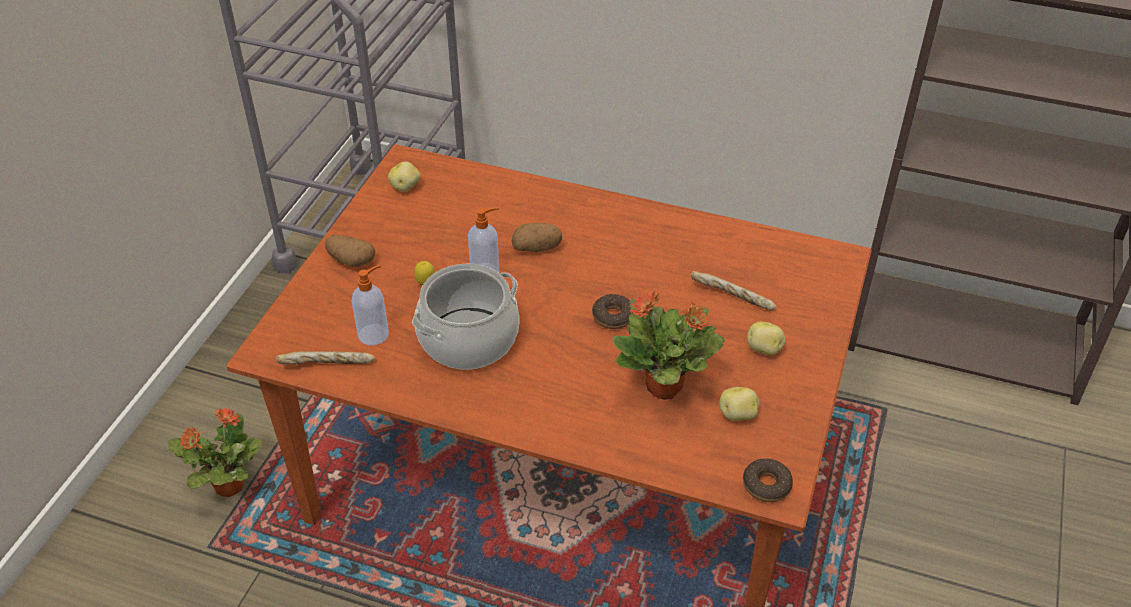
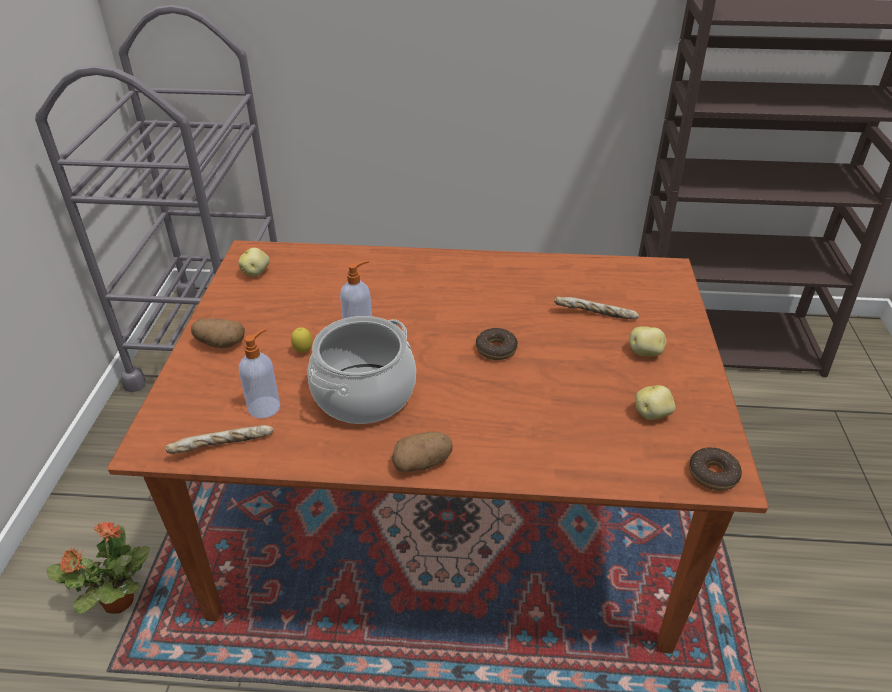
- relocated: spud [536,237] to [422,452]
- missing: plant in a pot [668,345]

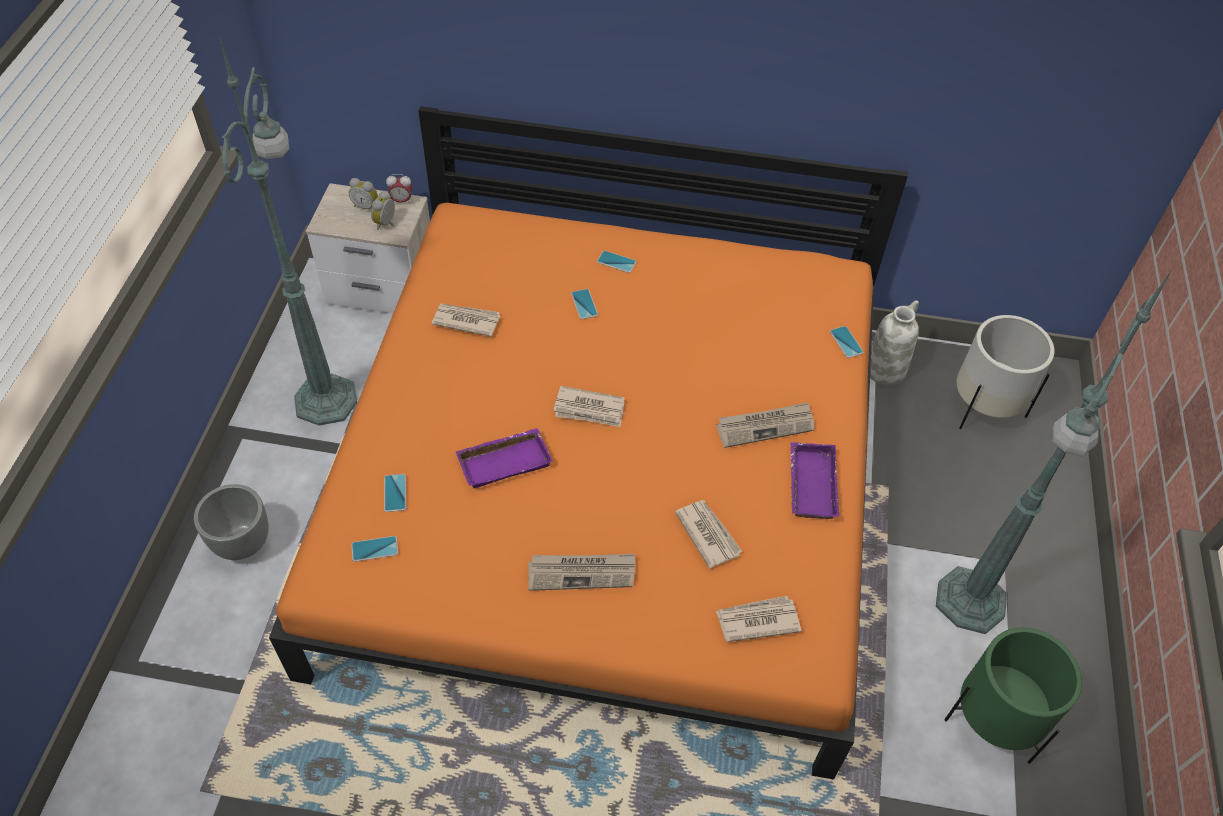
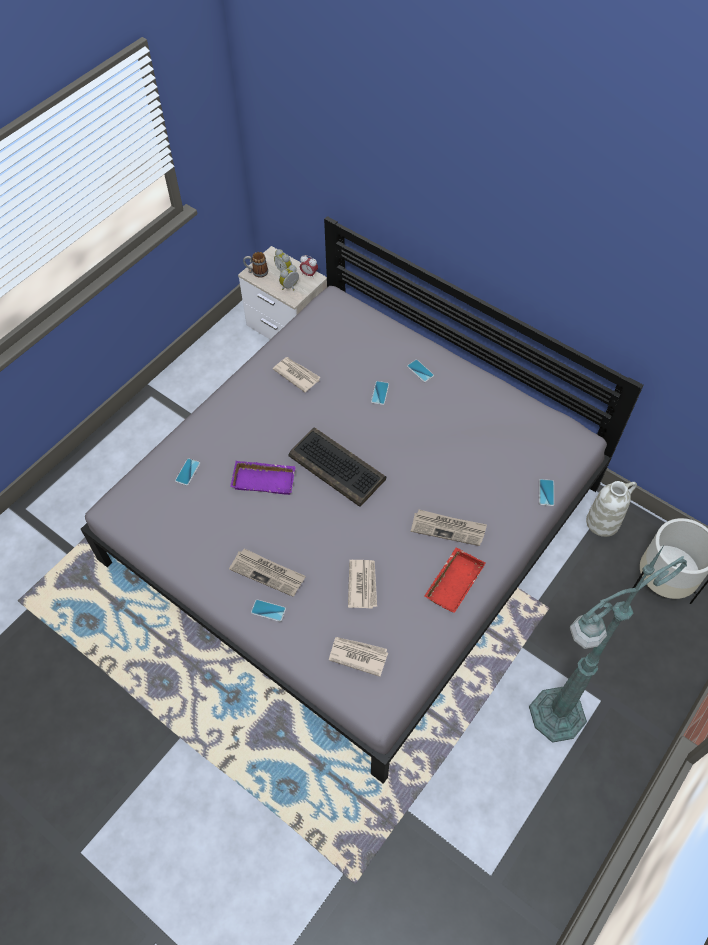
- missing: gray flower pot [231,522]
- missing: green-coloured floor lamp [287,229]
- colour: orangey sleeping bed [588,443] to gray sleeping bed [362,500]
- relocated: handset [374,549] to [268,610]
- exchanged: newspaper [589,406] to keyboard [337,467]
- colour: purple-coloured carrying tray [815,480] to red carrying tray [454,580]
- missing: green-coloured flower pot [1013,696]
- appeared: coffee mug [255,265]

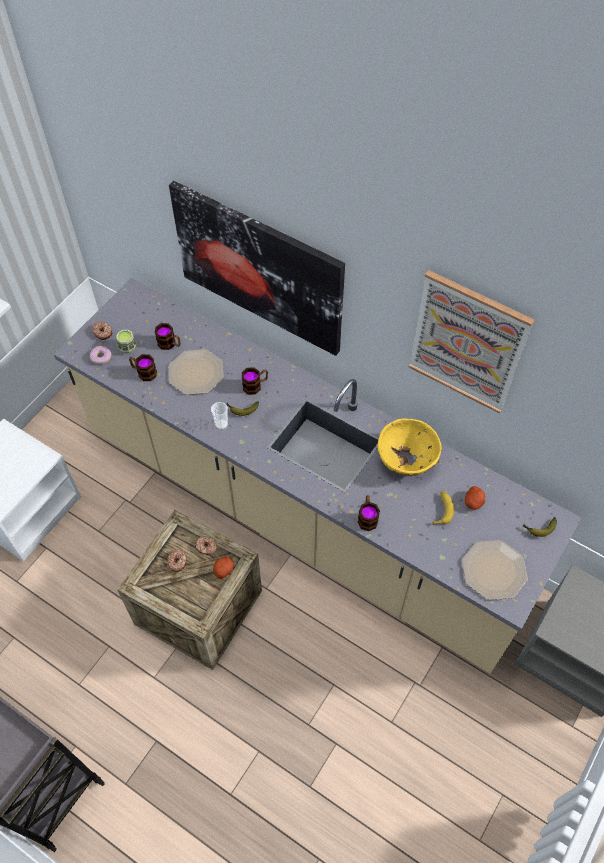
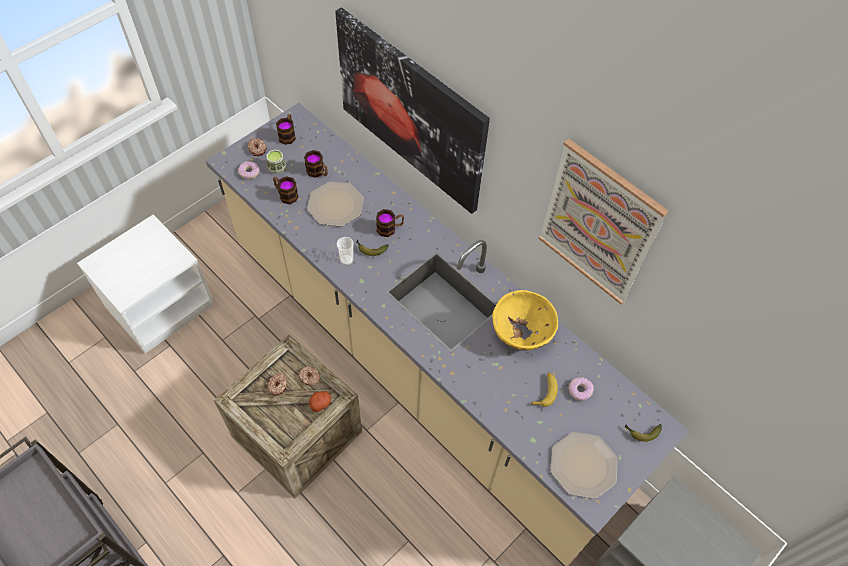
- relocated: coffee mug [369,513] to [286,129]
- exchanged: spud [475,498] to ring doughnut [581,389]

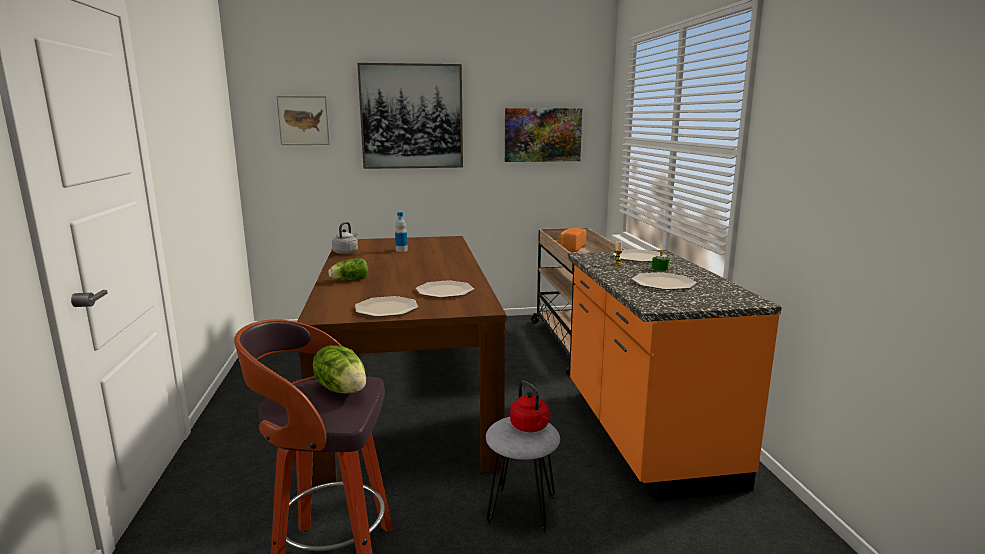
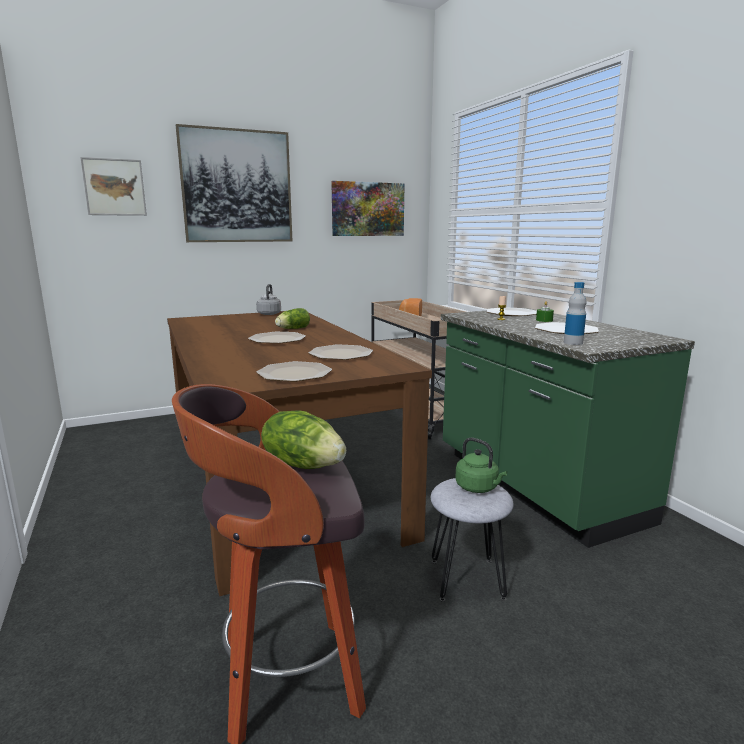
- relocated: lettuce [348,269] to [292,318]
- relocated: gray water kettle [345,238] to [268,299]
- relocated: beverage bottle [401,232] to [575,313]
- colour: red water kettle [529,406] to green-coloured water kettle [481,465]
- colour: orangey kitchen base unit [675,375] to green-coloured kitchen base unit [568,428]
- appeared: plate [277,338]

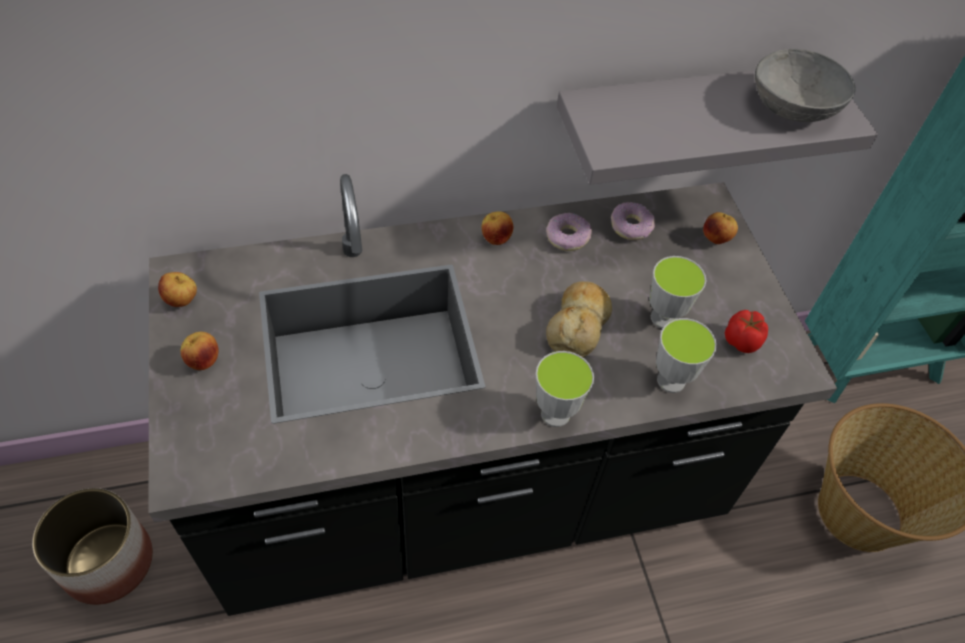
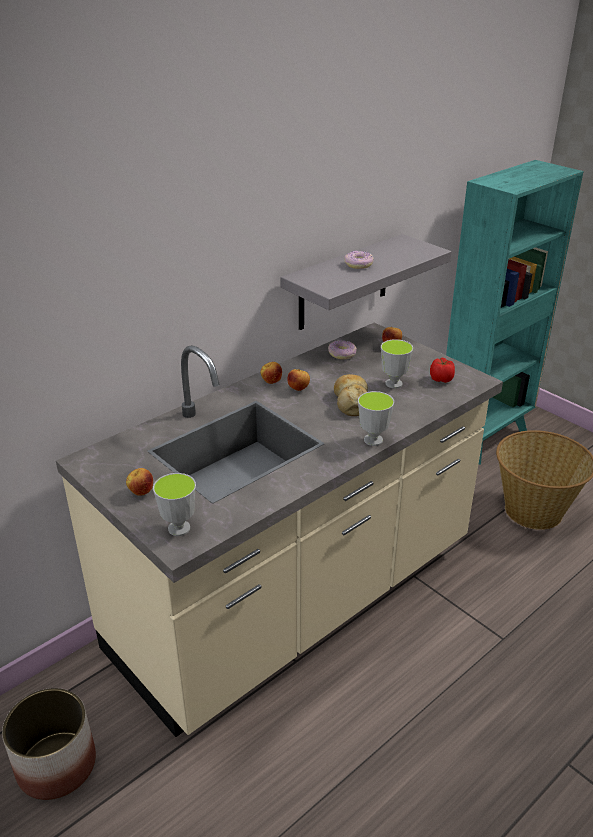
- colour: black-coloured kitchen base unit [493,395] to beige-coloured kitchen base unit [279,529]
- relocated: apple [177,289] to [298,380]
- relocated: ring doughnut [569,232] to [359,260]
- relocated: cup [686,355] to [174,504]
- missing: gray bowl [805,85]

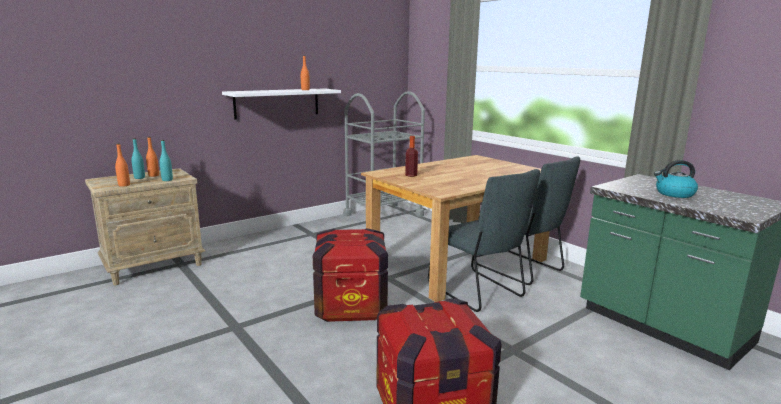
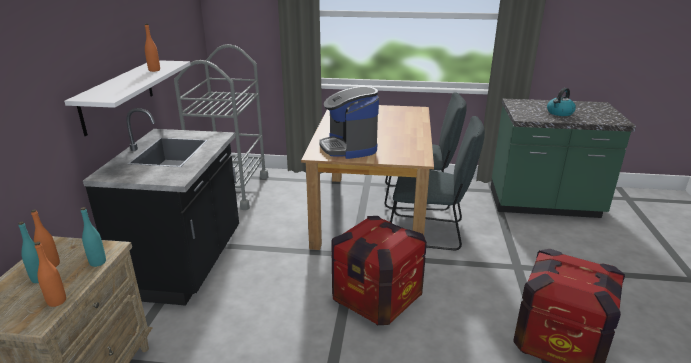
- exchanged: beverage bottle [411,156] to coffee machine [349,122]
- appeared: black-coloured kitchen base unit [161,207]

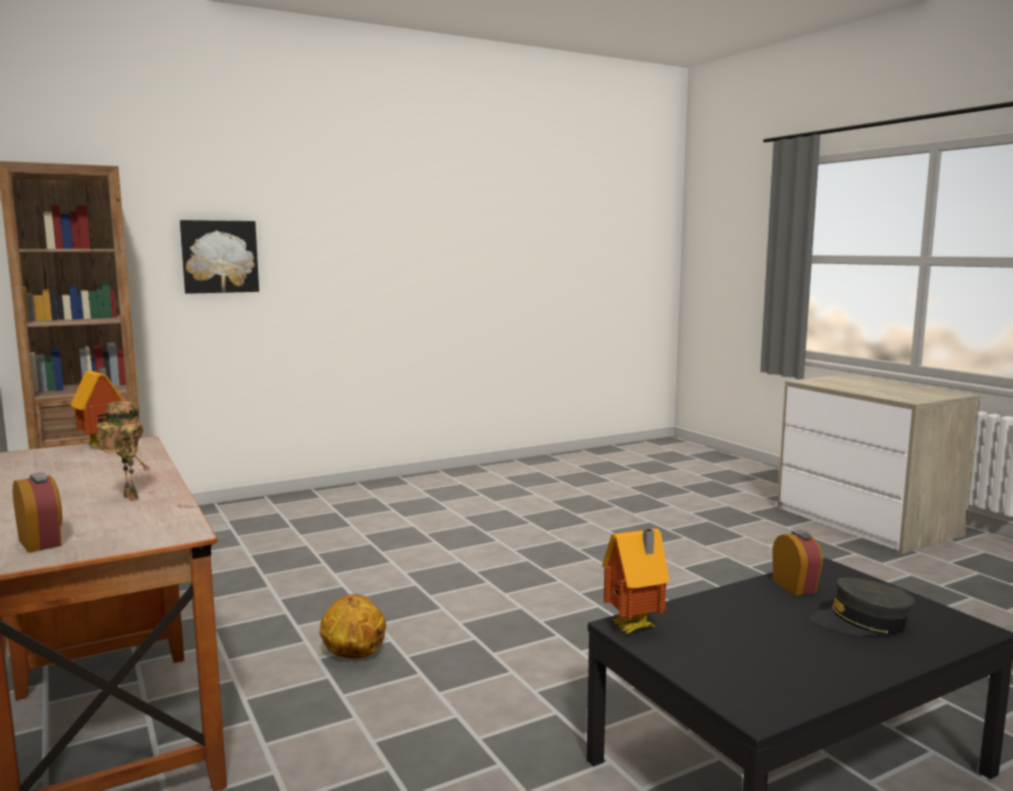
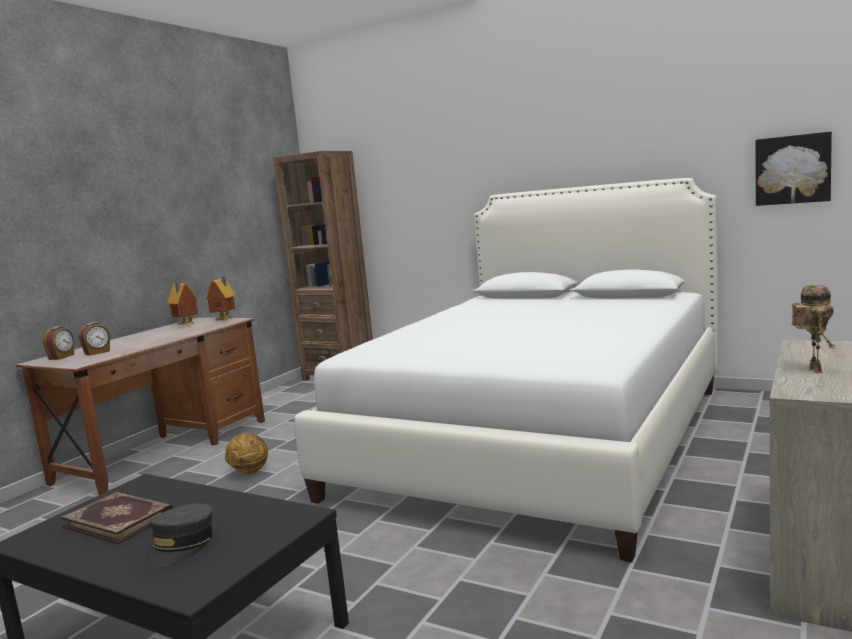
- relocated: robot figure [123,451] to [813,329]
- relocated: picture [219,257] to [793,169]
- relocated: miniature house [636,581] to [183,304]
- relocated: bedside clock [797,563] to [94,339]
- spun: gray cap [862,606] = [178,536] 135 degrees counterclockwise
- appeared: volume [117,518]
- appeared: white-coloured sleeping bed [506,370]

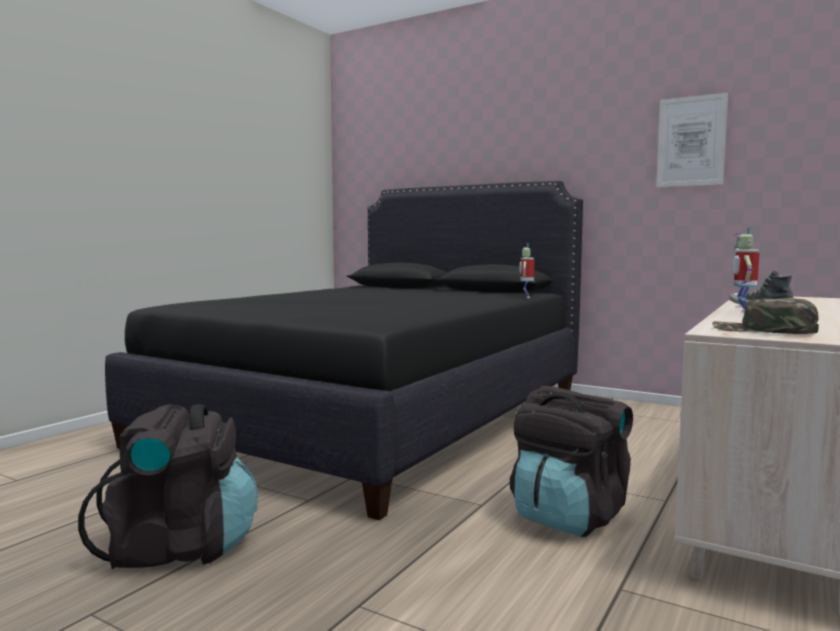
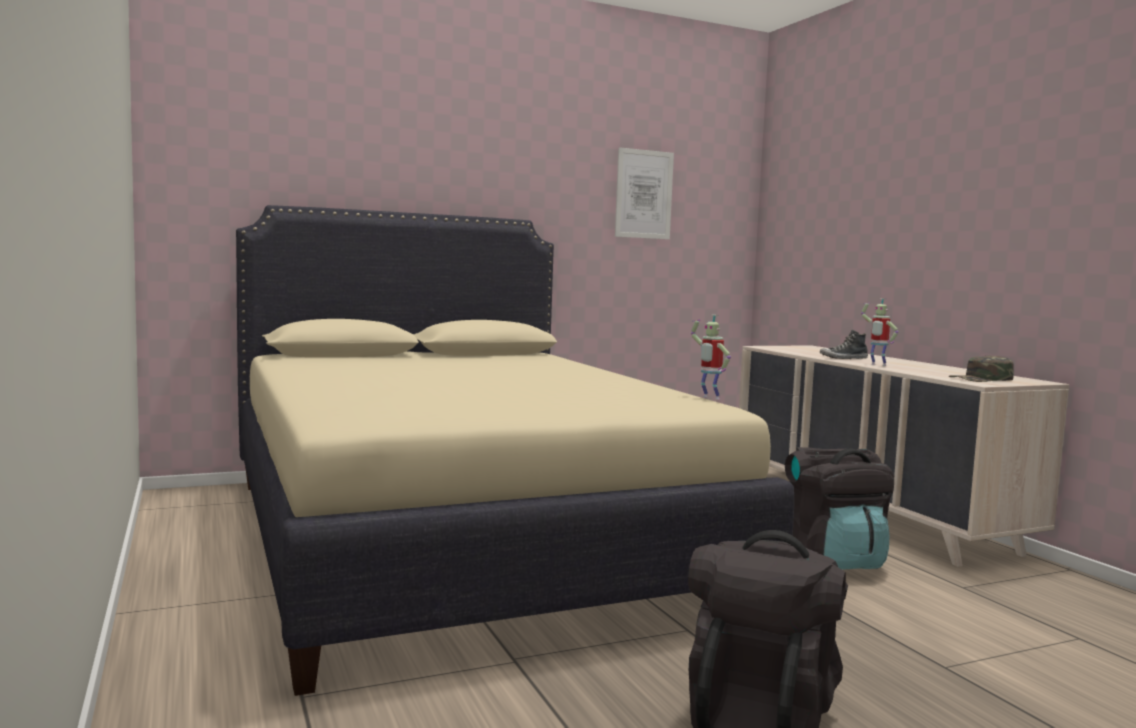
- colour: black-coloured sleeping bed [344,350] to beige-coloured sleeping bed [515,450]
- relocated: robot figure [526,270] to [711,357]

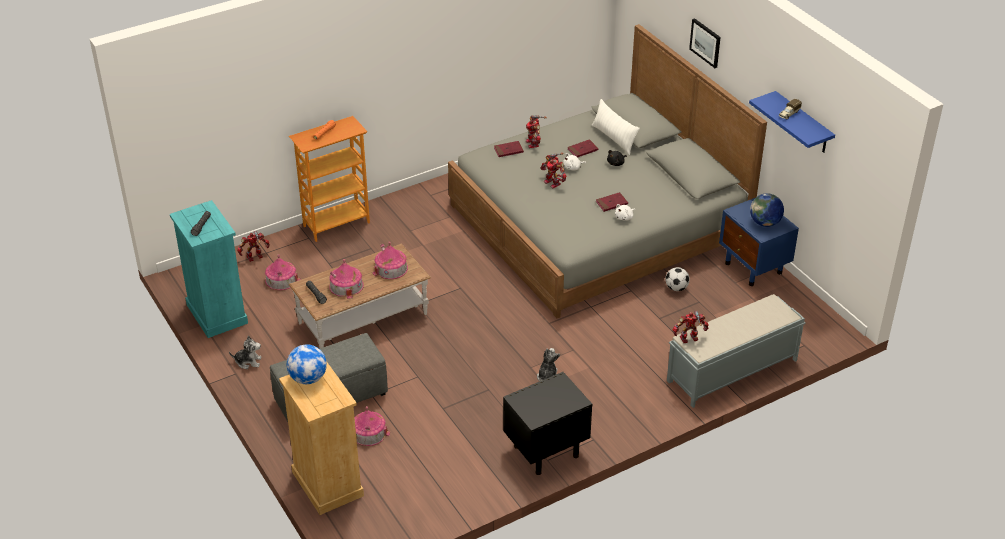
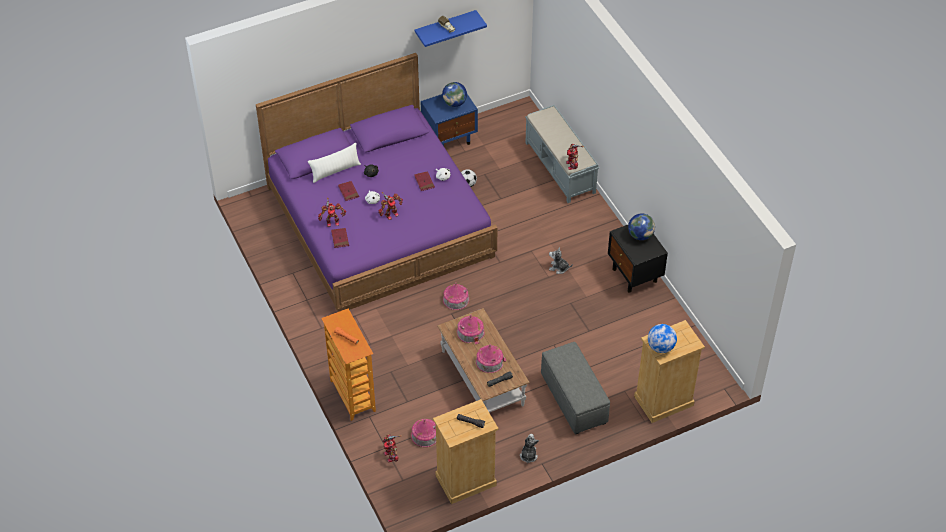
- colour: blue-green dresser [209,269] to beige-coloured dresser [465,451]
- relocated: miniature house [372,426] to [456,296]
- colour: gray sleeping bed [607,171] to purple-coloured sleeping bed [377,182]
- missing: picture [705,43]
- appeared: globe [641,226]

